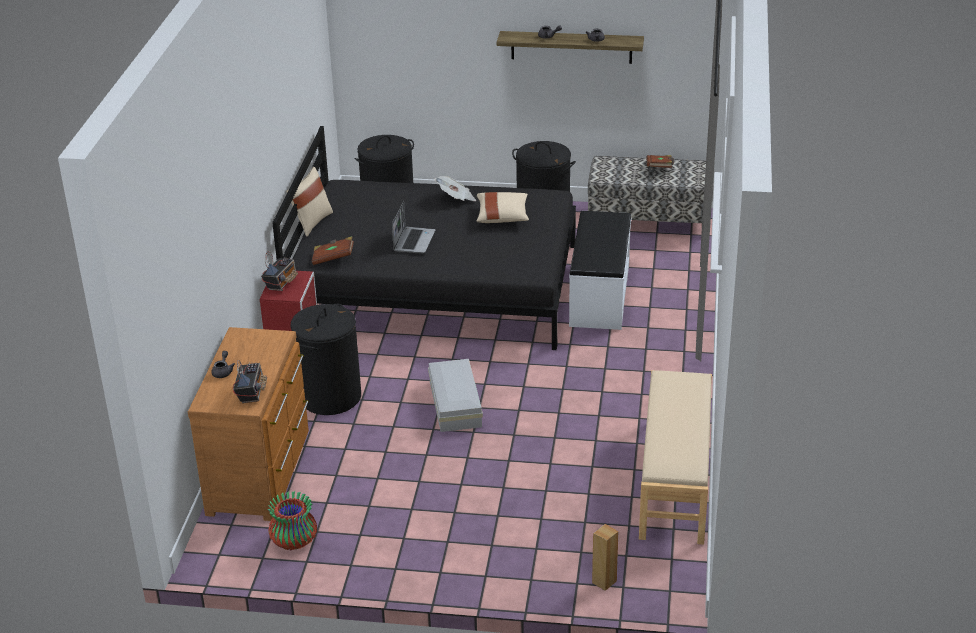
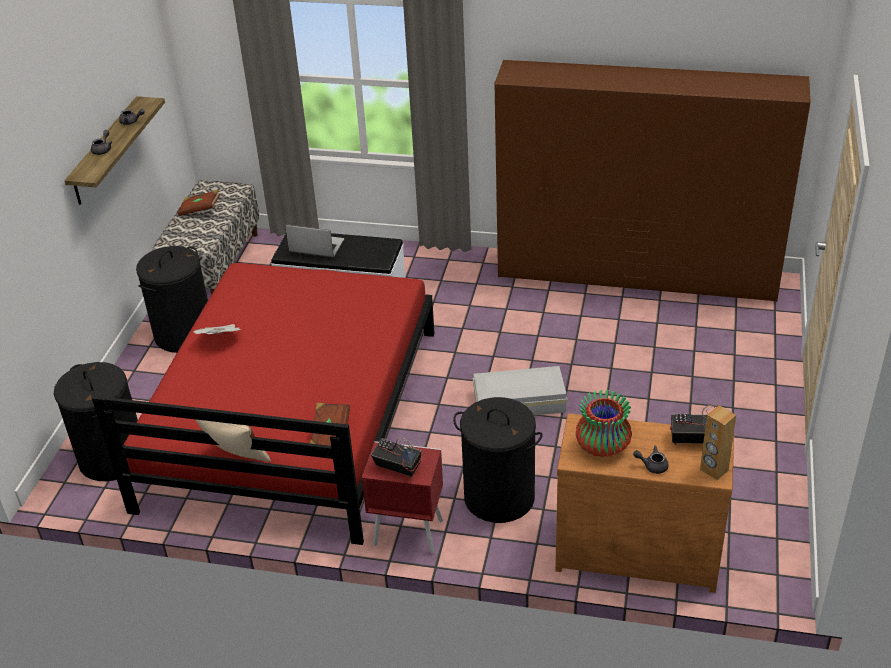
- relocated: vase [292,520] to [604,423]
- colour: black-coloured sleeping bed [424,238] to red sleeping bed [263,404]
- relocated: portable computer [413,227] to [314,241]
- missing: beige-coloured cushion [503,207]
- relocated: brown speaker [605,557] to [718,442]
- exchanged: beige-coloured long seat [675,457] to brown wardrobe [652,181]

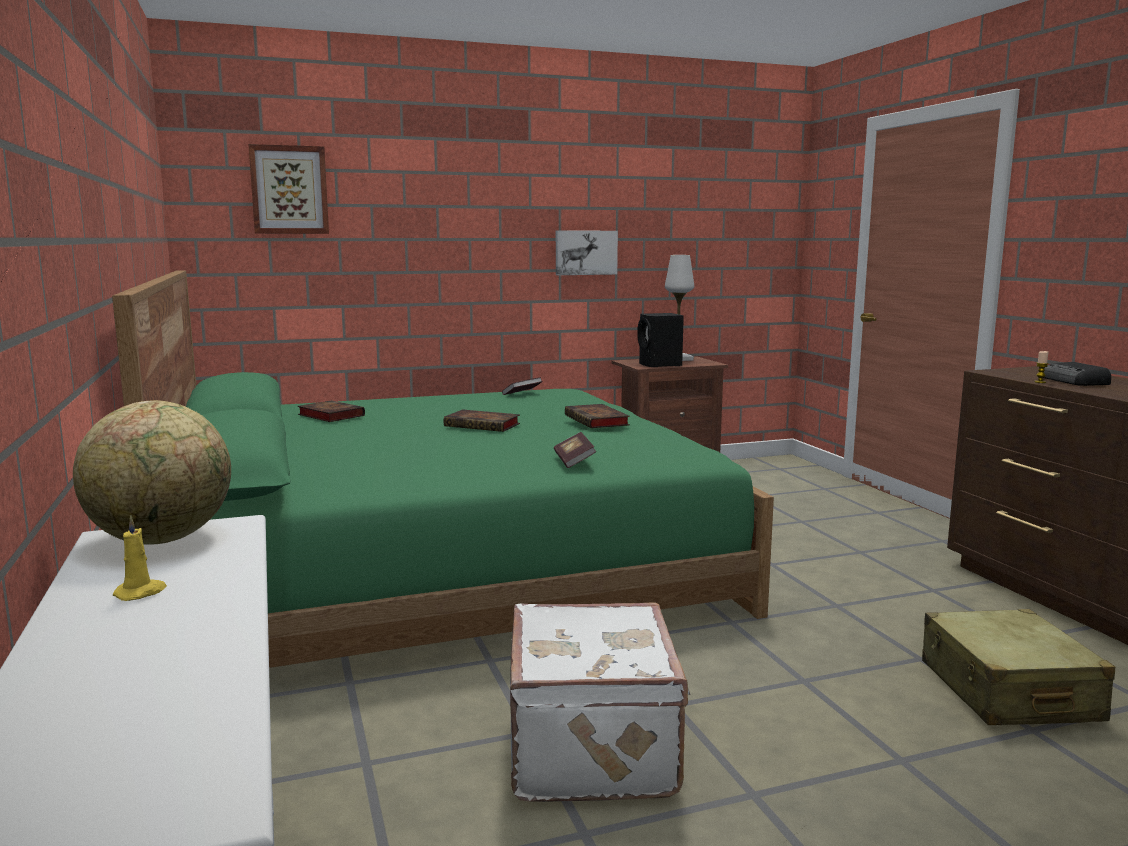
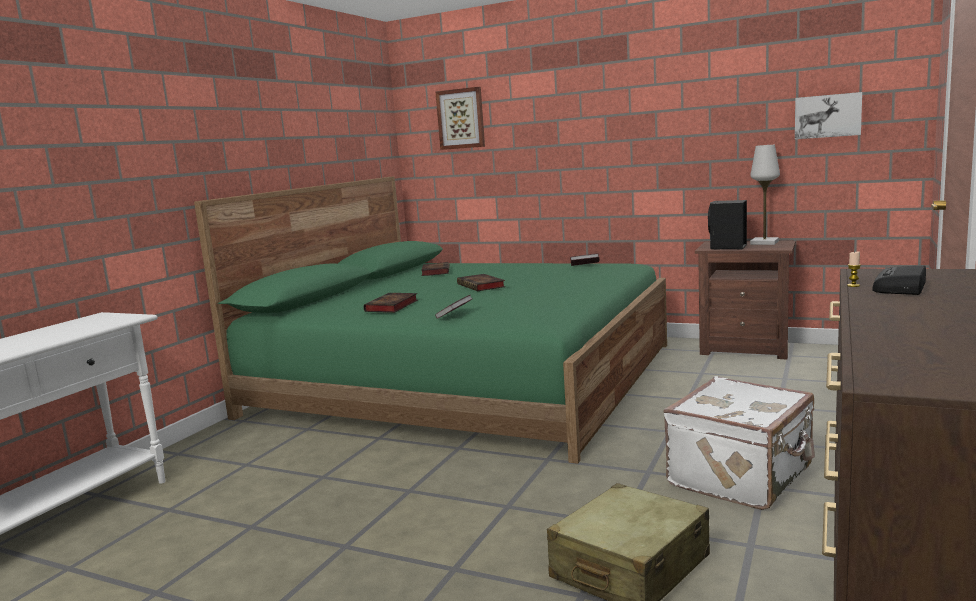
- missing: globe [152,472]
- missing: yellowish wax candle [139,558]
- relocated: white-coloured suitcase [600,702] to [739,443]
- relocated: picture [587,253] to [828,115]
- relocated: volume [597,416] to [391,303]

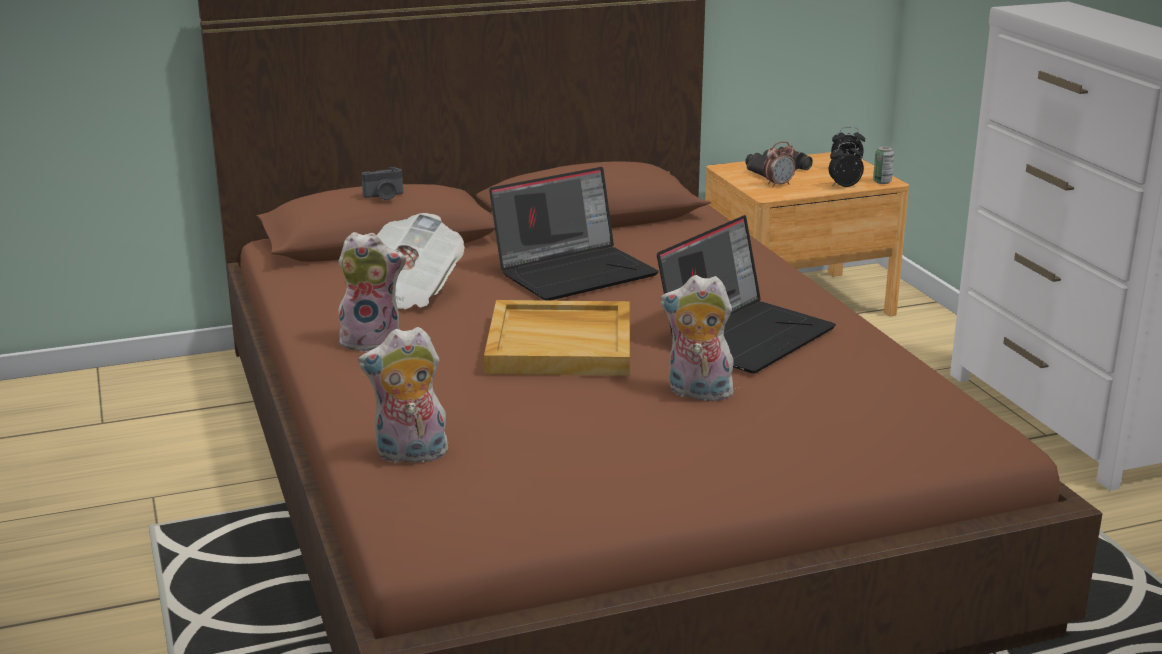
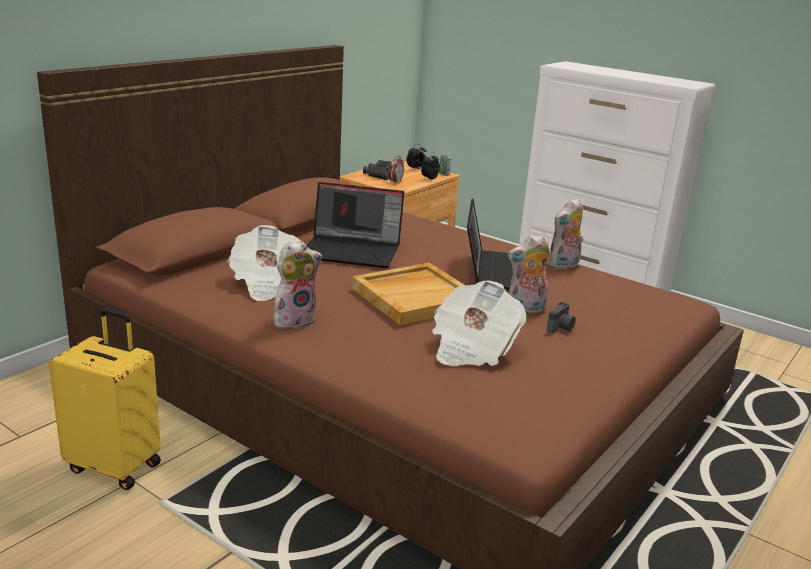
- relocated: soft toy [405,396] to [565,234]
- relocated: still camera [382,183] to [561,317]
- spun: portable computer [574,234] = [355,225] 75 degrees clockwise
- appeared: yellowish suitcase [105,399]
- appeared: newspaper [479,323]

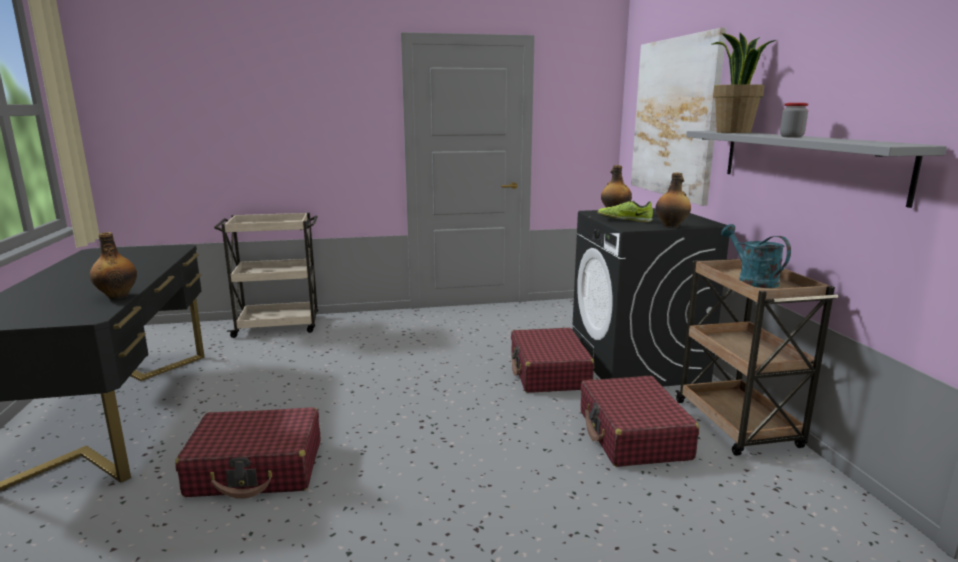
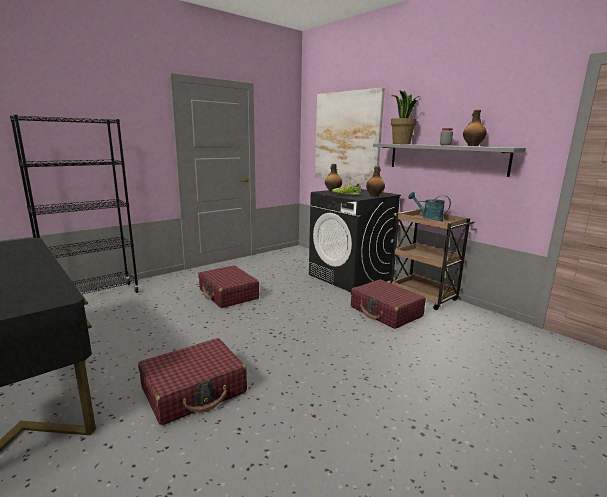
- relocated: beverage bottle [113,265] to [475,128]
- exchanged: beige-coloured trolley [266,275] to black-coloured shelving unit [74,204]
- relocated: red suitcase [552,360] to [228,286]

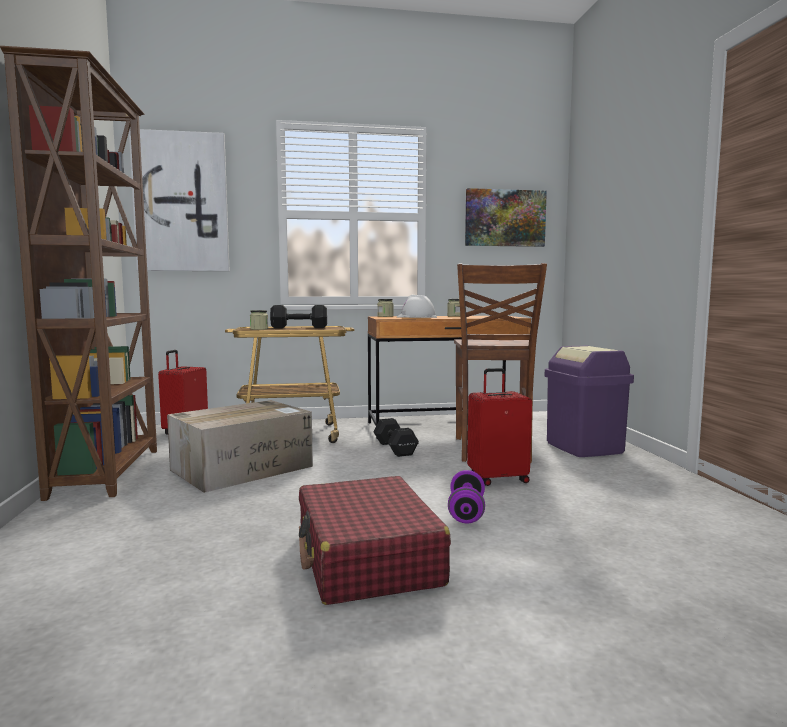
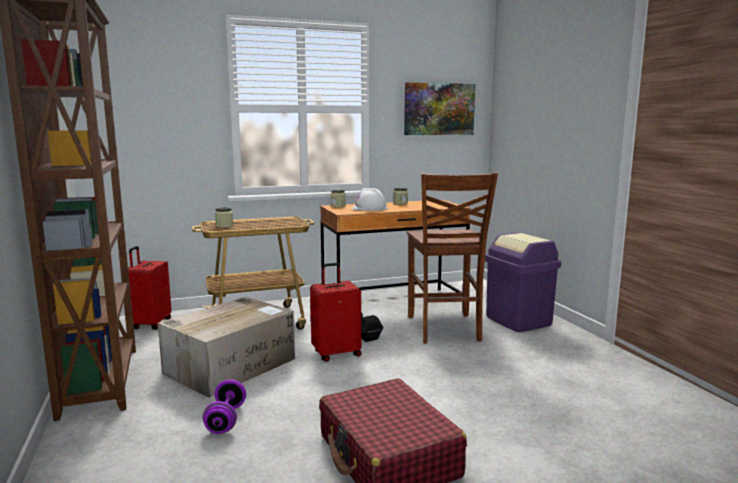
- missing: picture [179,200]
- missing: black-coloured free weight [298,316]
- relocated: purple-coloured free weight [466,496] to [224,407]
- relocated: red suitcase [499,427] to [335,312]

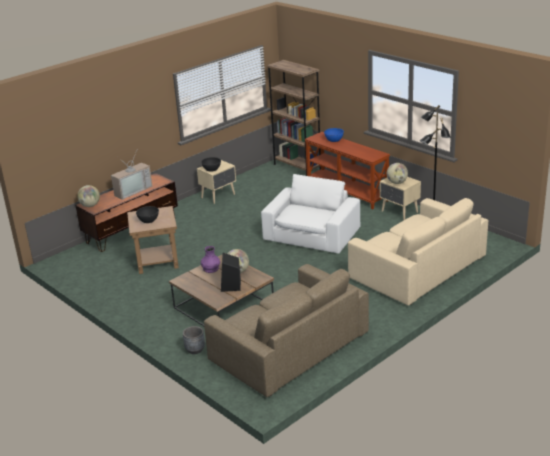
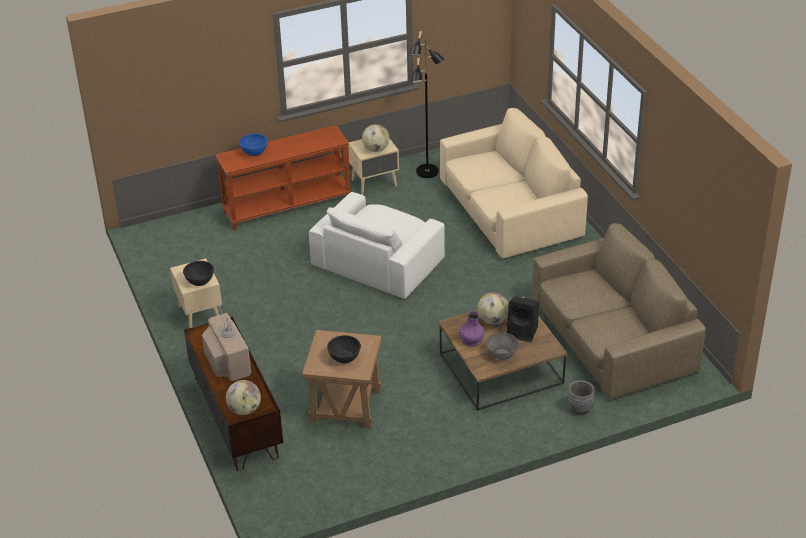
- spun: white-coloured armchair [310,214] = [377,245] 105 degrees counterclockwise
- missing: brown shelving unit [294,118]
- appeared: gray bowl [502,346]

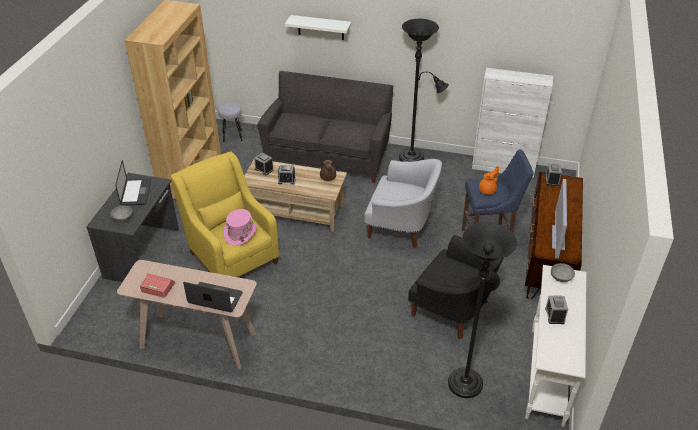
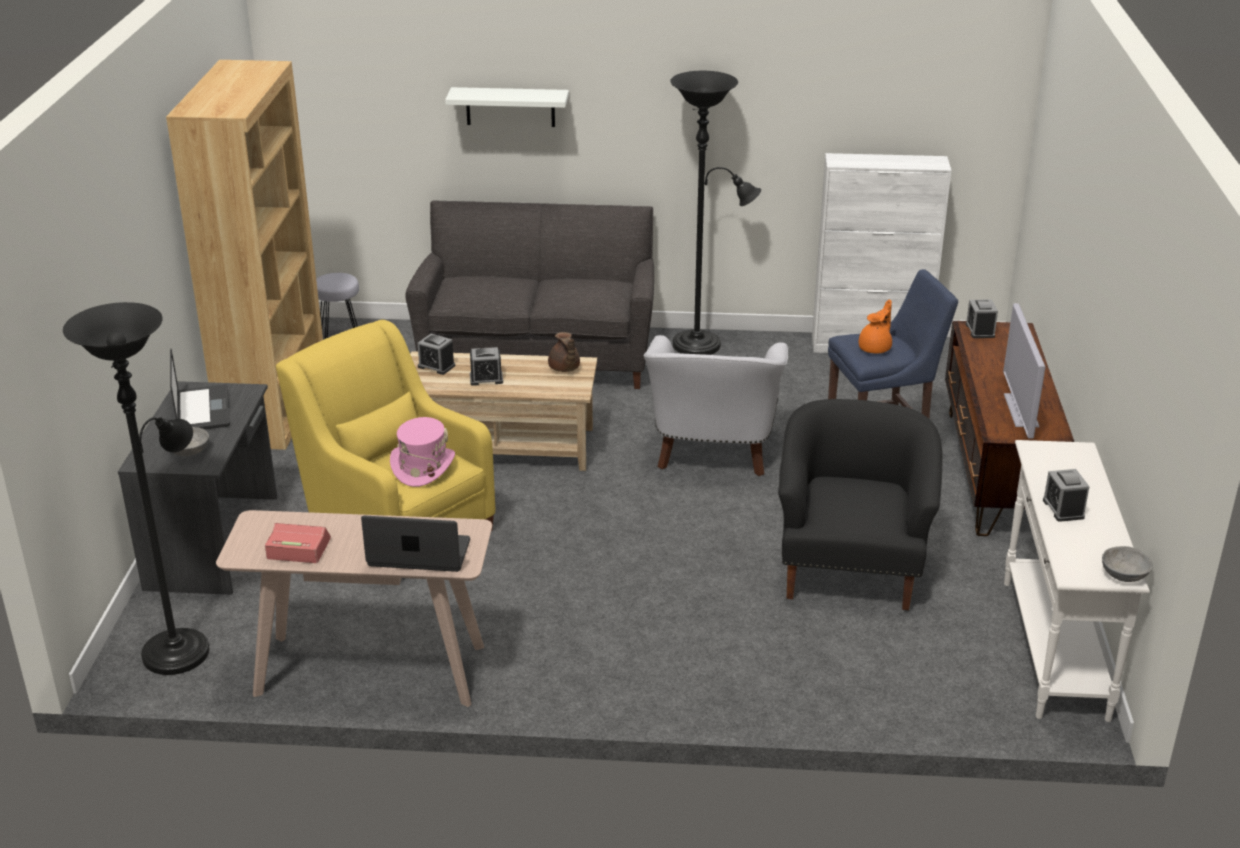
- spun: white-coloured armchair [403,204] = [716,405] 90 degrees clockwise
- spun: black-coloured armchair [455,287] = [860,504] 105 degrees counterclockwise
- relocated: black-coloured floor lamp [482,310] to [136,488]
- relocated: gray bowl [563,272] to [1127,564]

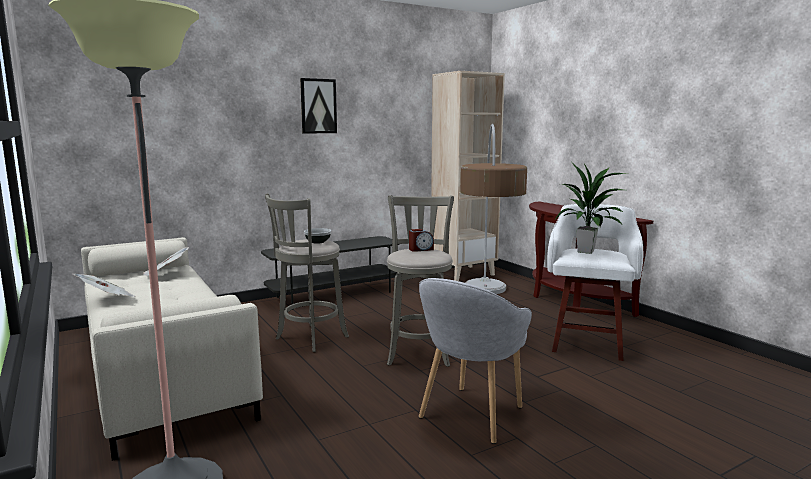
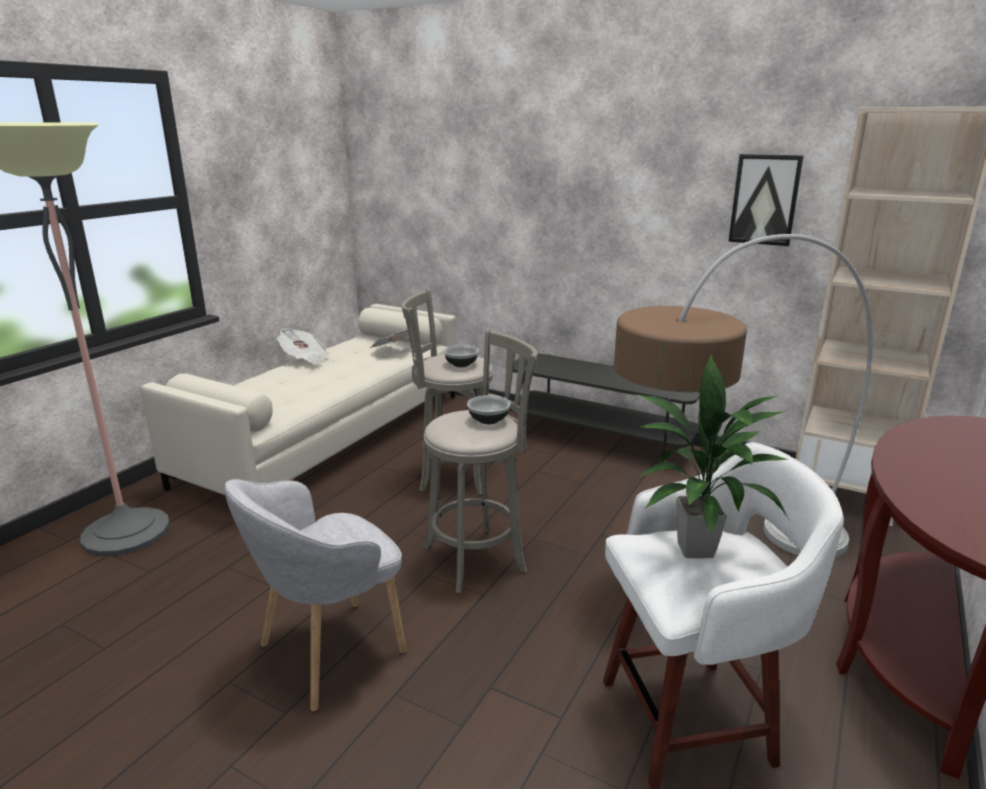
- relocated: picture [318,106] to [766,200]
- exchanged: bedside clock [421,240] to bowl [488,409]
- spun: gray armchair [475,361] = [315,595] 45 degrees counterclockwise

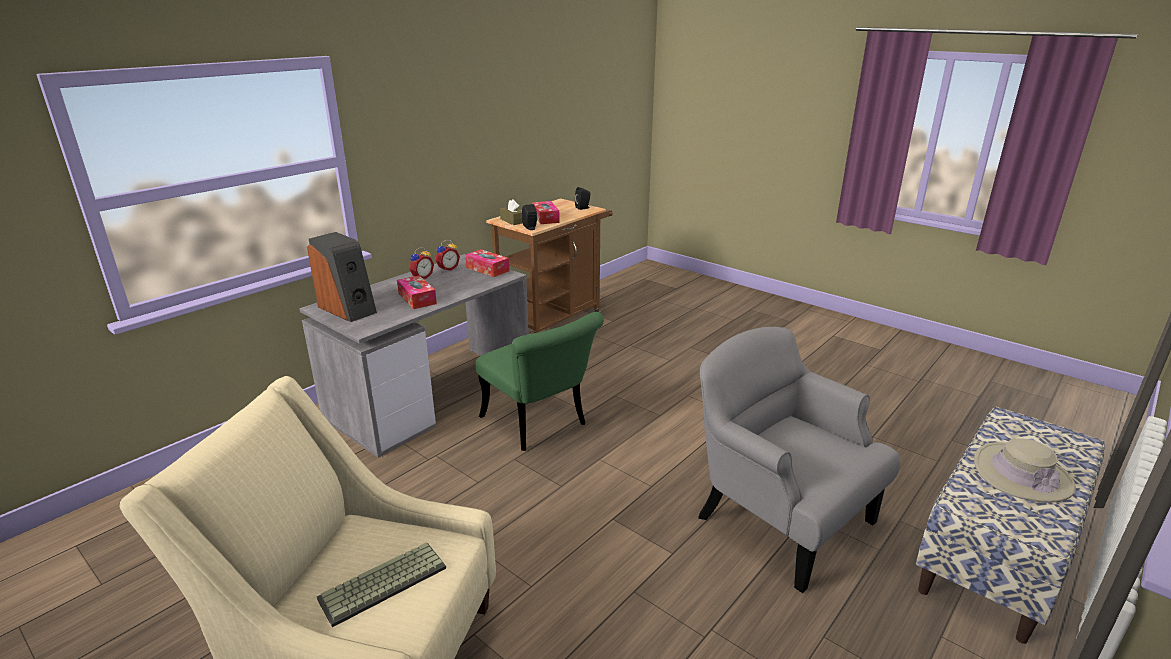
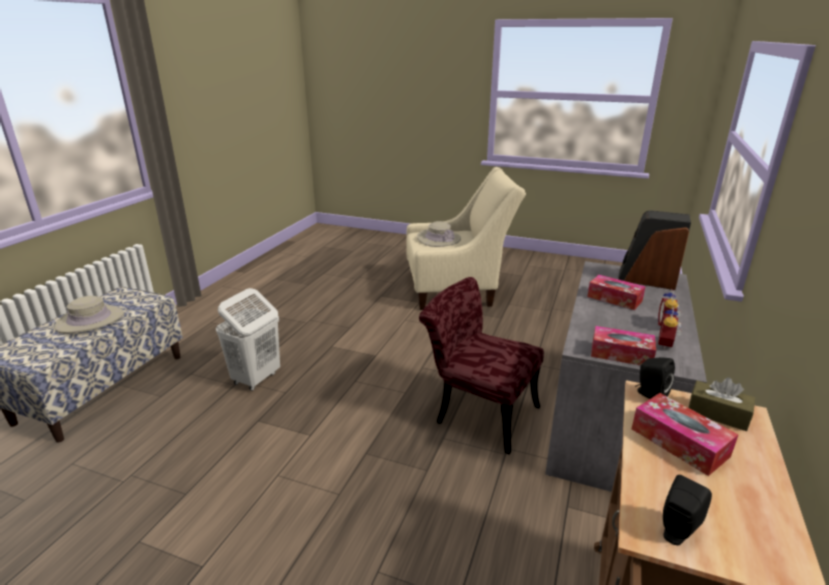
- exchanged: keyboard [381,584] to beige-coloured clothing hat [439,234]
- colour: green-coloured plain chair [540,381] to red plain chair [481,366]
- exchanged: gray armchair [799,460] to white-coloured laundry basket [248,339]

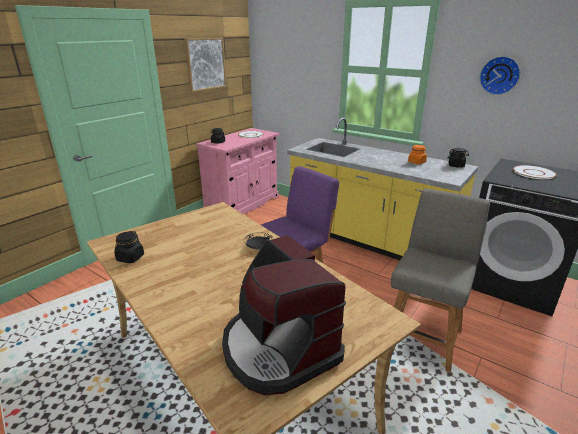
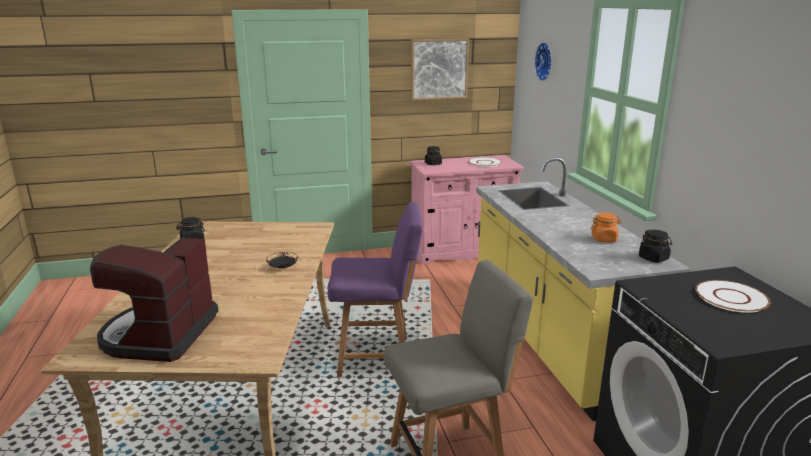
- relocated: clock on the wall [499,75] to [543,61]

